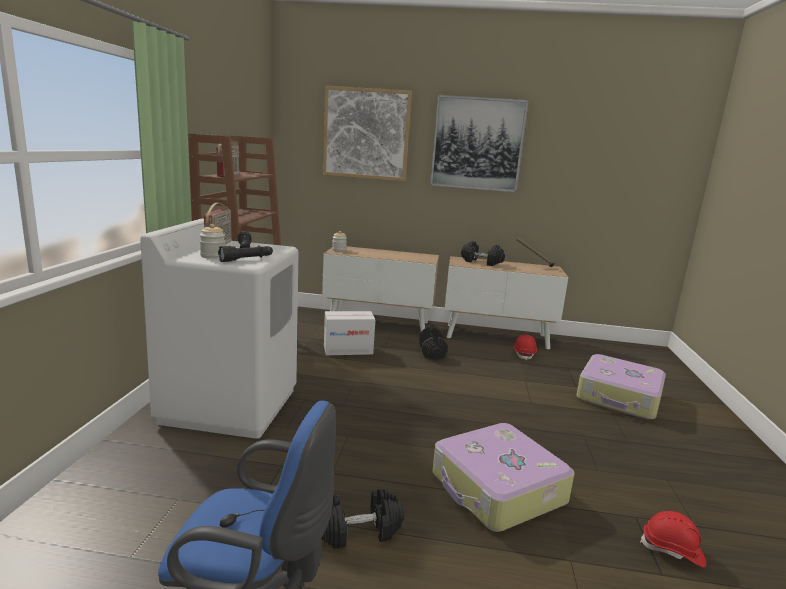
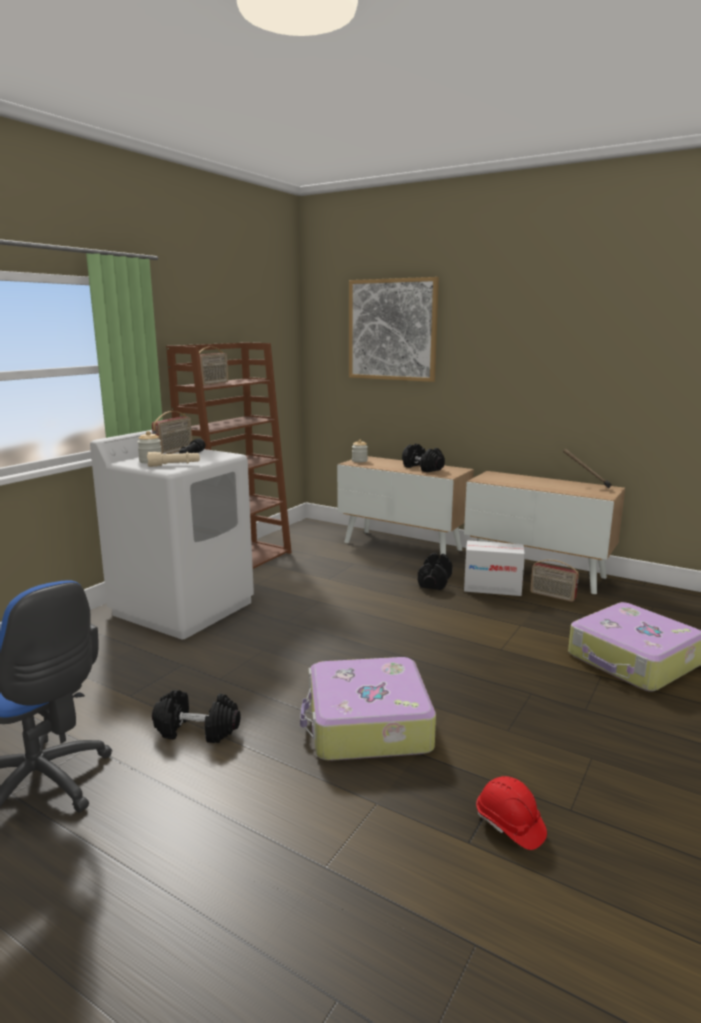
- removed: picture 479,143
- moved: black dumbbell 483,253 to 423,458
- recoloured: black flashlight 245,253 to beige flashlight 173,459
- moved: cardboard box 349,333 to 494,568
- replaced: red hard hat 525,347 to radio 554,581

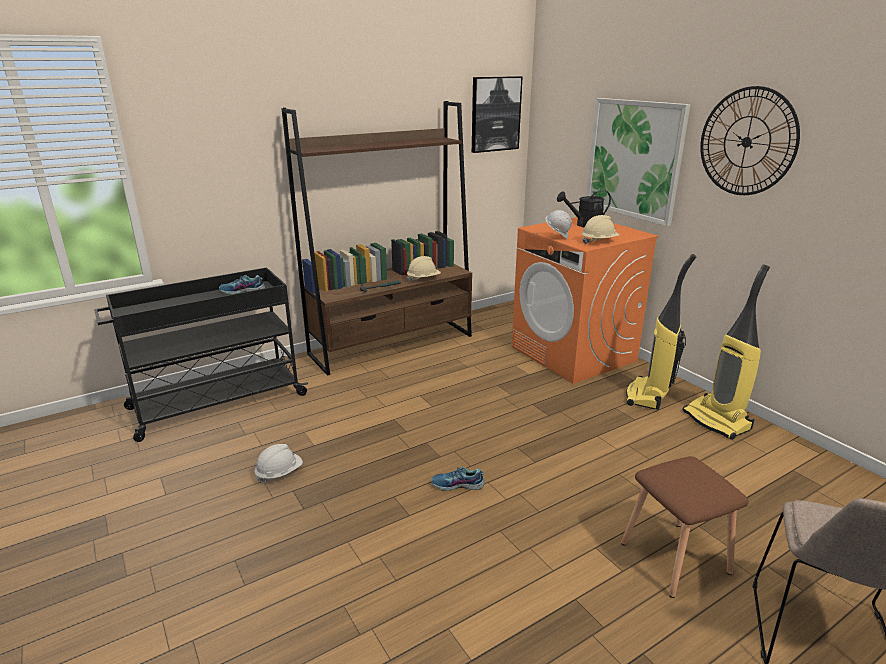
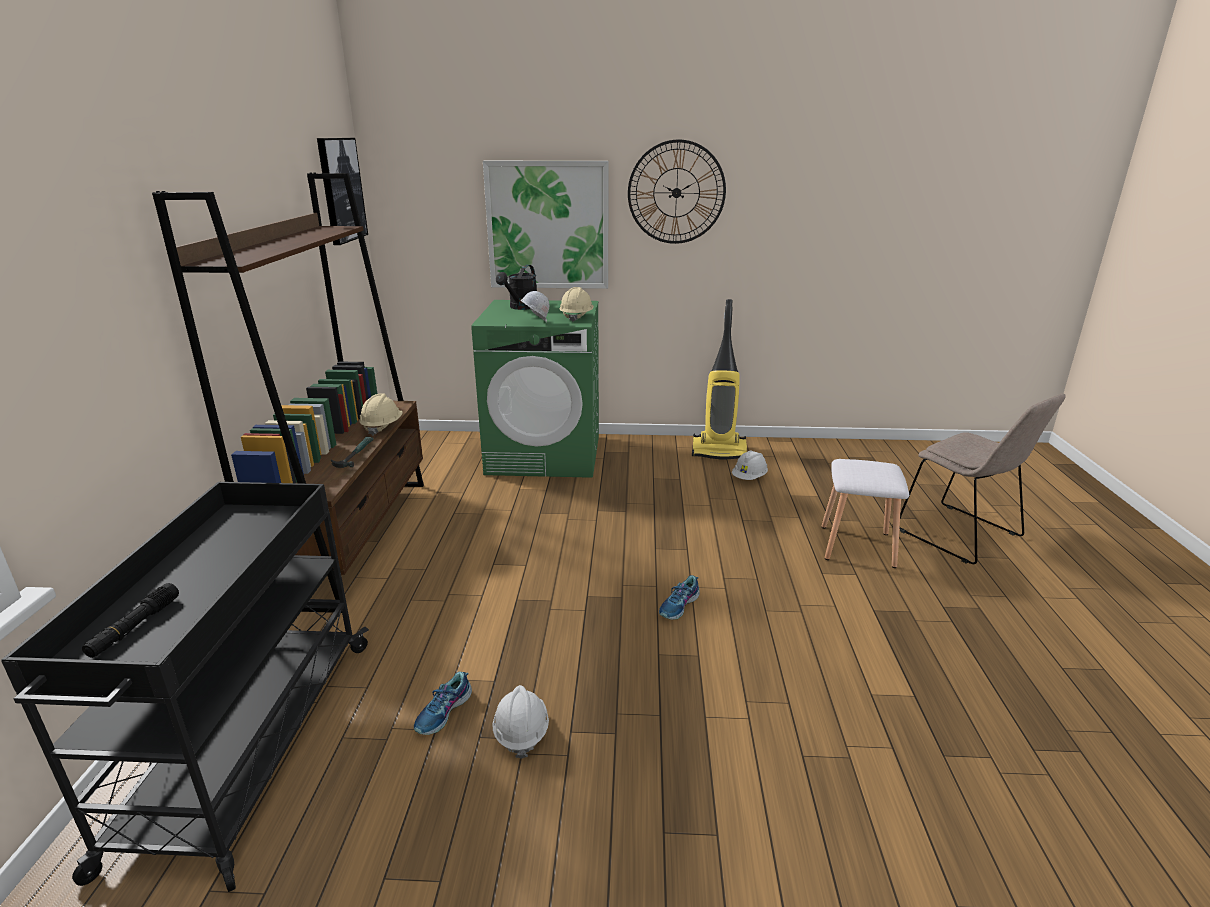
- recoloured: orange washing machine 585,300 to green washing machine 535,389
- removed: vacuum cleaner 661,332
- moved: shoe 242,285 to 443,703
- recoloured: brown stool 685,527 to white stool 865,513
- added: white hard hat 750,465
- added: black flashlight 130,620

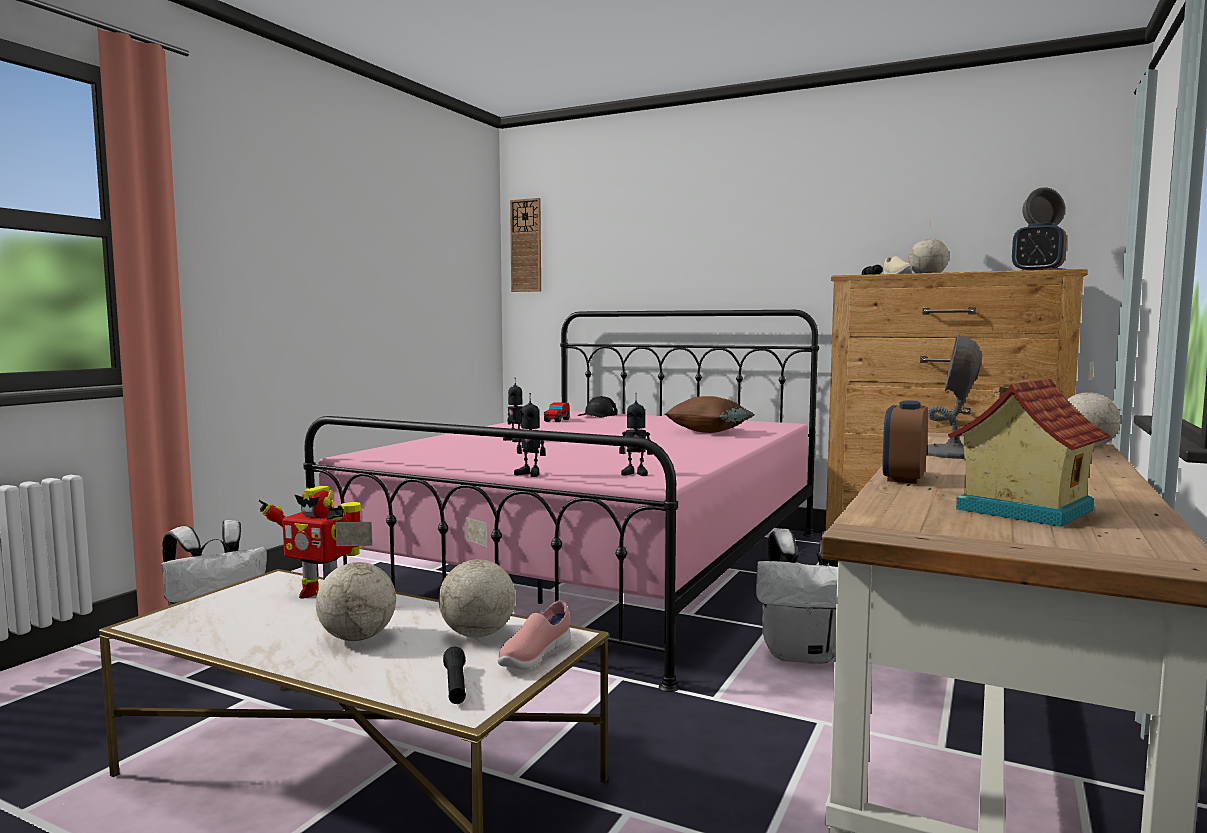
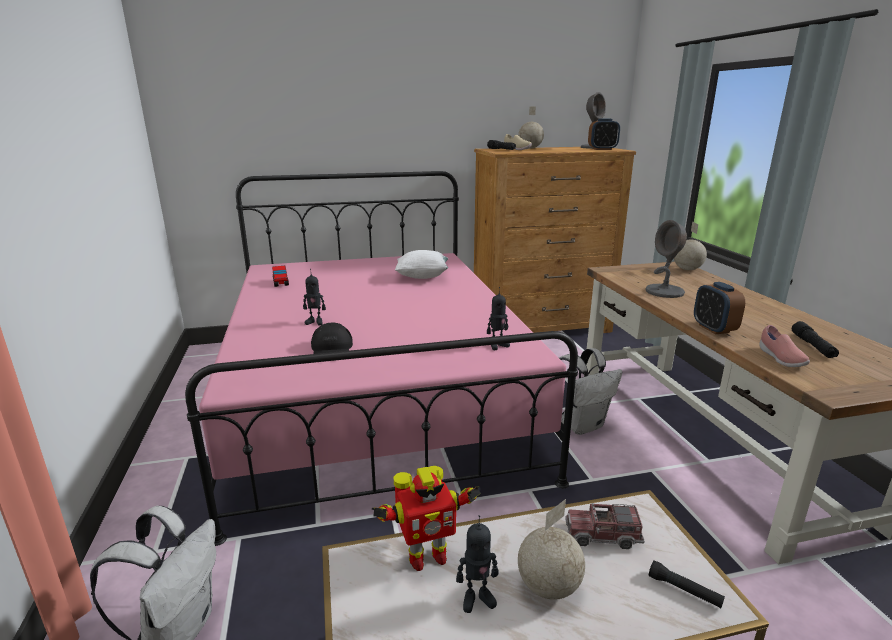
- removed: wall clock 525,245
- replaced: toy house 1029,453 to black flashlight 815,339
- moved: toy robot 530,435 to 477,564
- moved: black cap 597,407 to 332,338
- recoloured: brown pillow 709,414 to white pillow 421,264
- replaced: globe 477,577 to toy truck 605,526
- moved: pink shoe 534,634 to 784,346

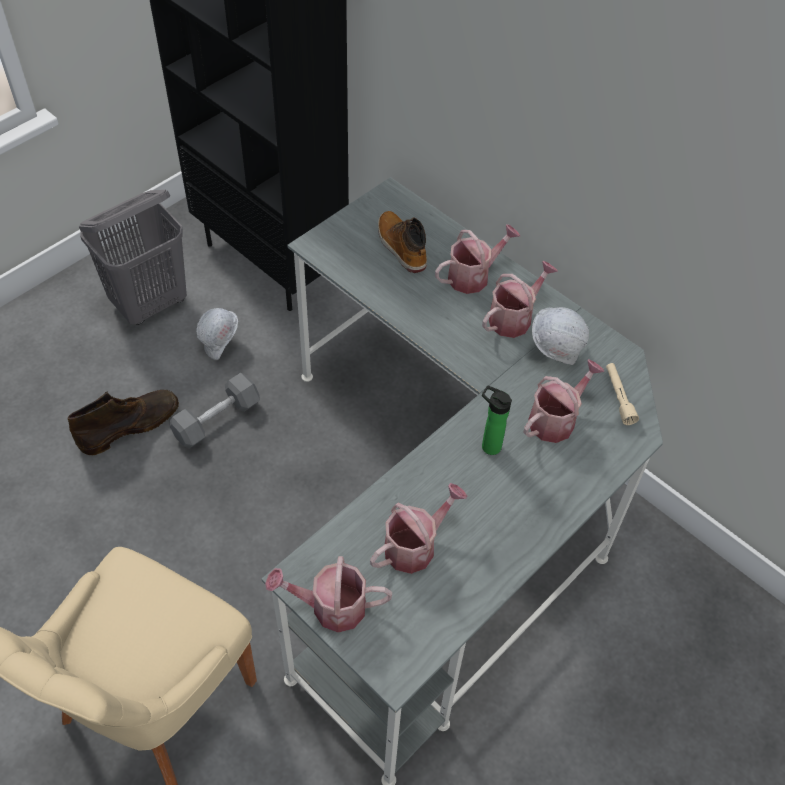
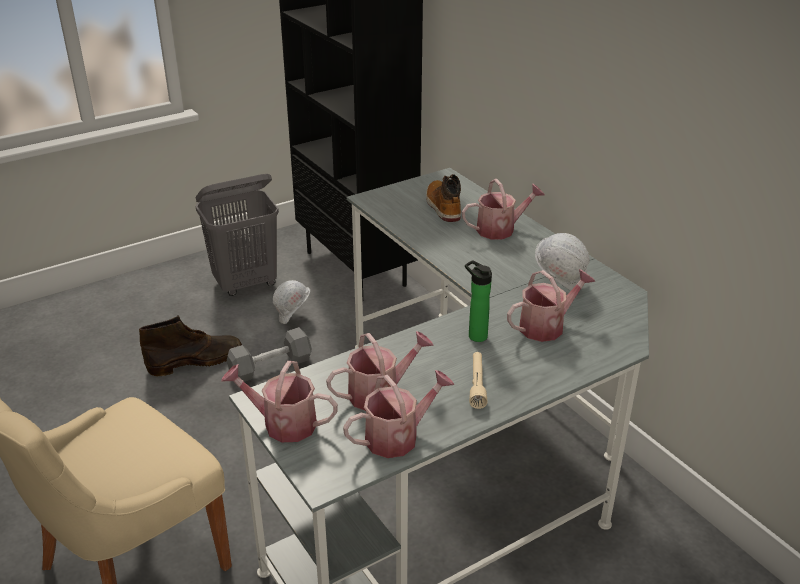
- moved: watering can 520,299 to 399,414
- moved: beige flashlight 622,394 to 478,380

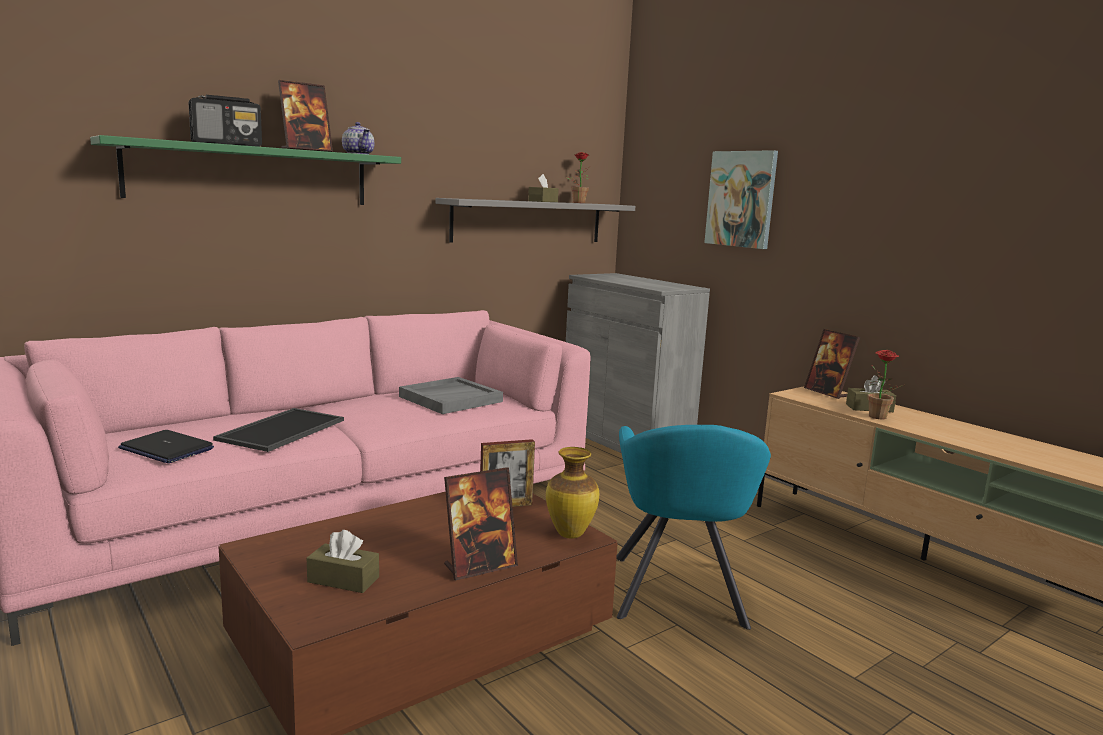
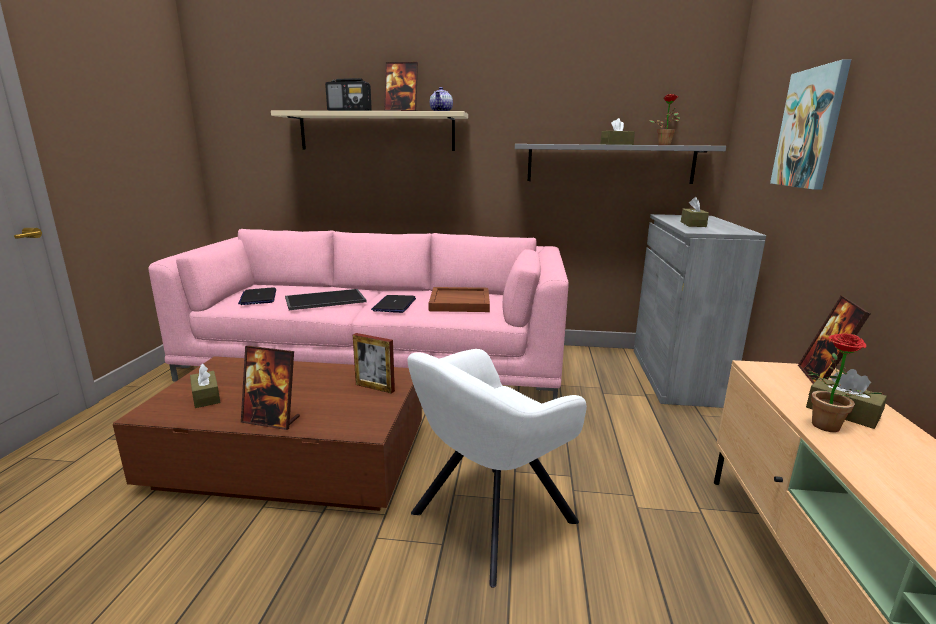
- recoloured: green shelf 245,170 to beige shelf 369,131
- recoloured: grey tray 451,395 to brown tray 459,299
- recoloured: turquoise armchair 693,527 to white armchair 497,468
- removed: vase 572,493
- added: brown tissue box 695,212
- added: laptop 393,304

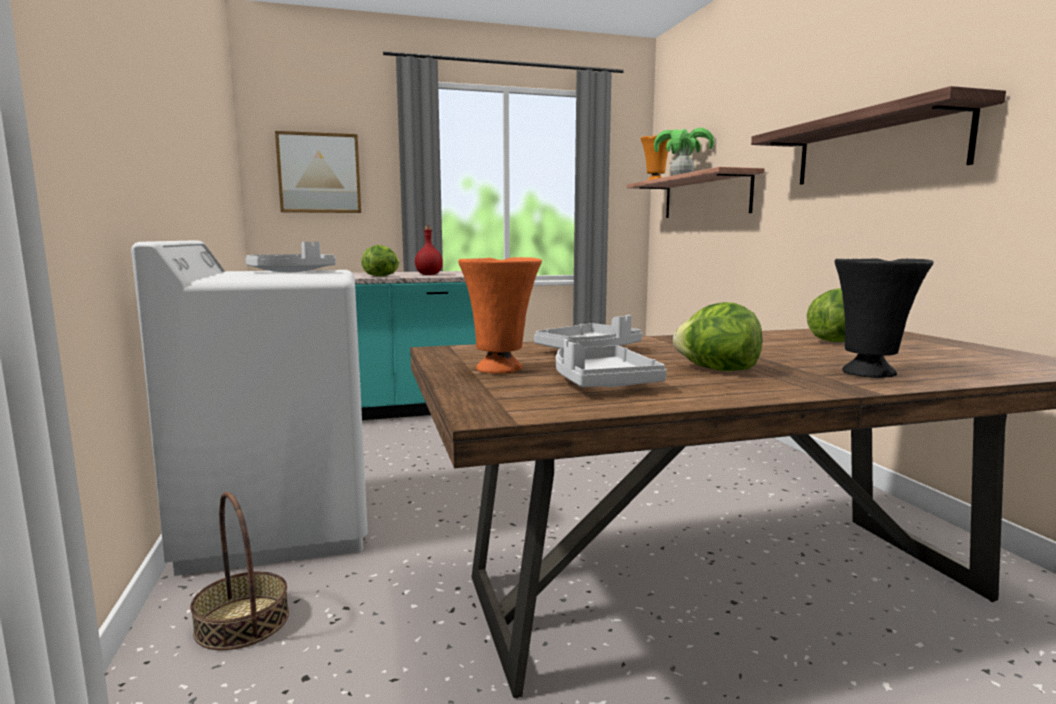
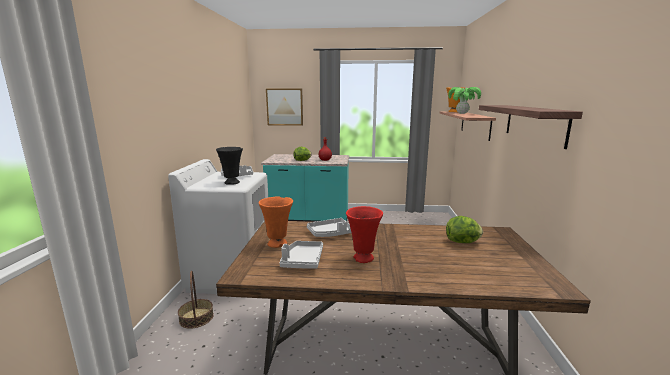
- moved: black vase 884,318 to 229,166
- replaced: lettuce 717,336 to red vase 364,234

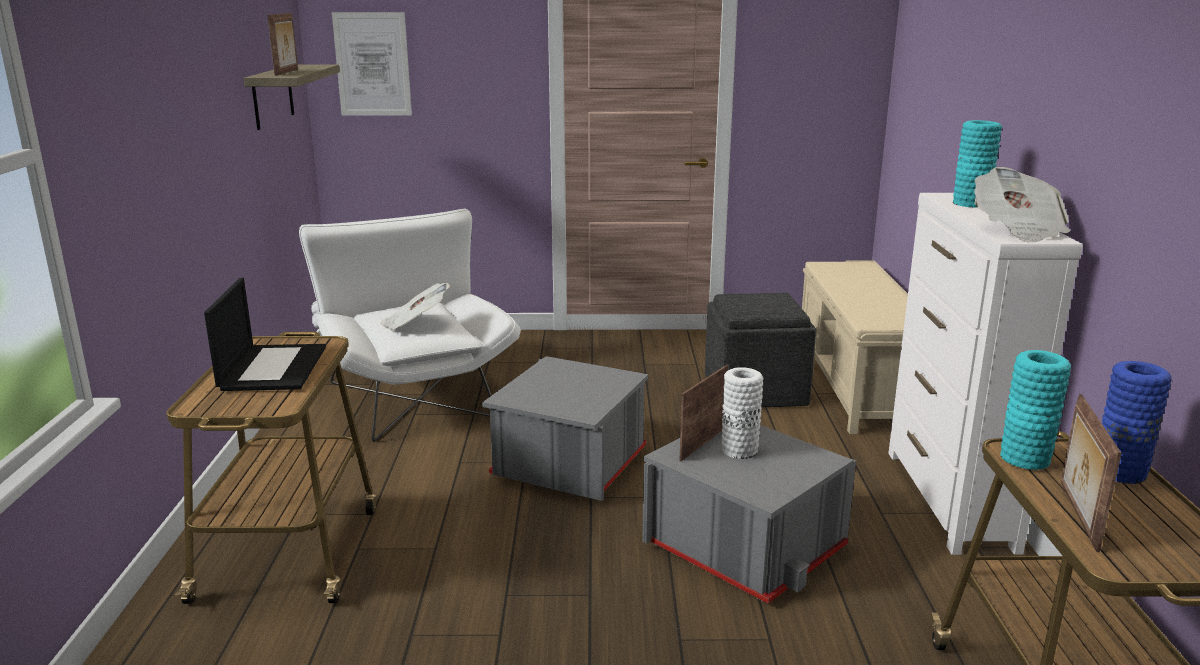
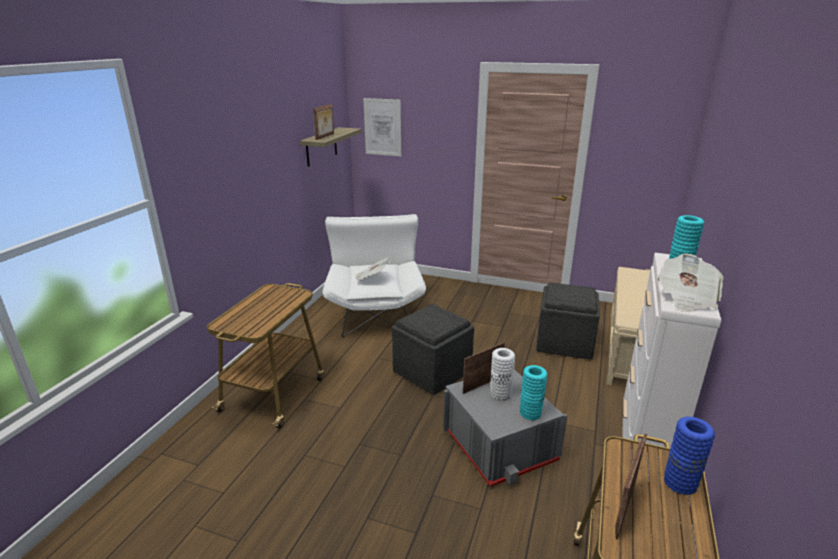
- removed: laptop 265,334
- moved: turquoise vase 1035,410 to 533,392
- replaced: grey storage box 565,428 to grey ottoman 433,349

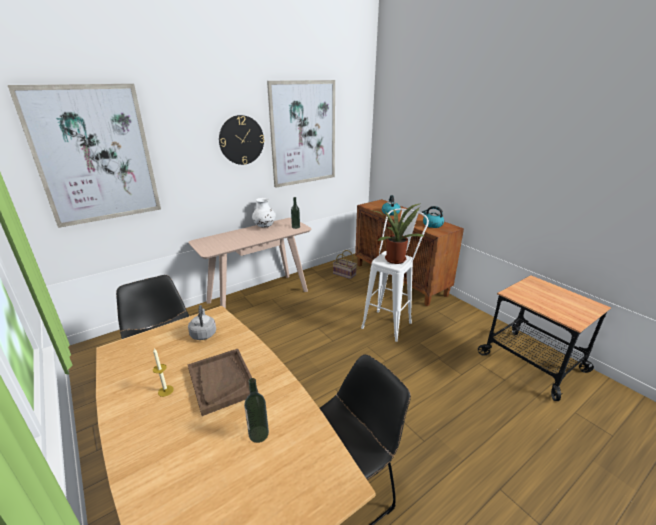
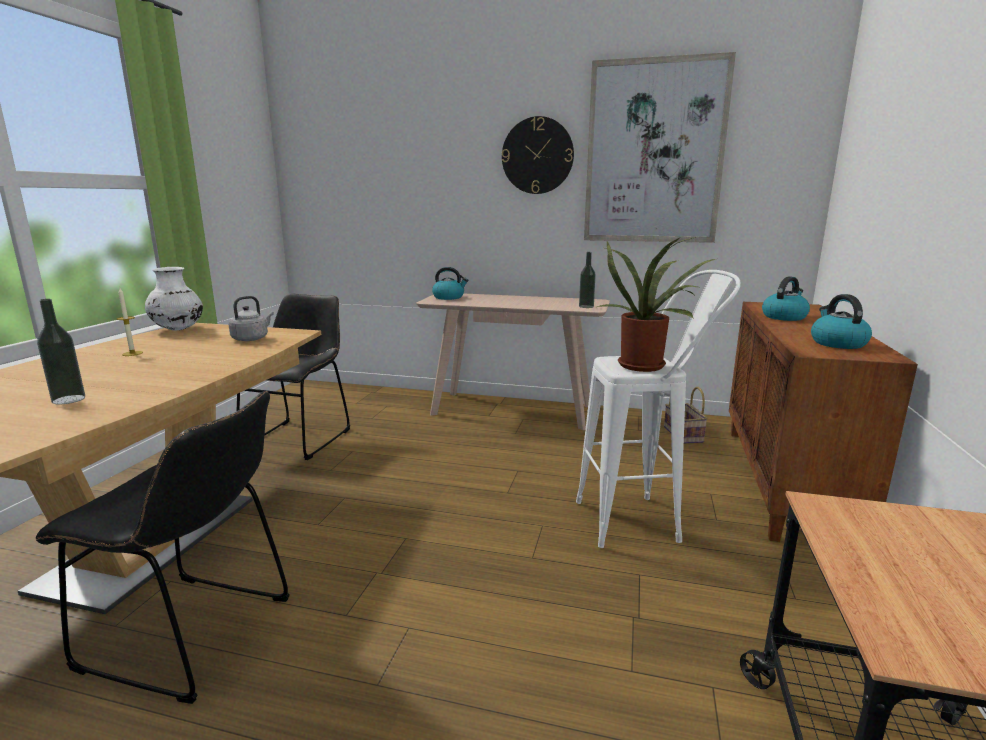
- removed: picture 84,156
- moved: white vase 264,213 to 174,298
- removed: brown tray 222,382
- added: kettle 450,283

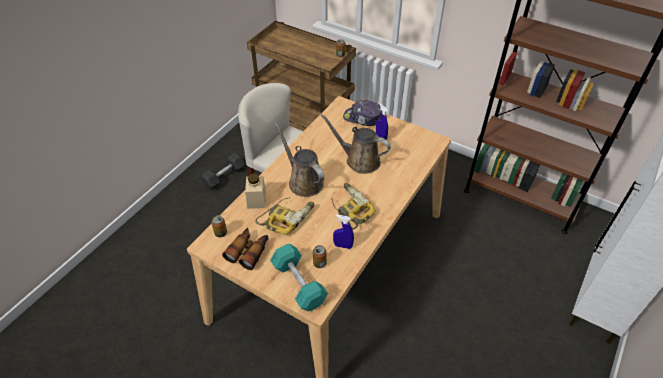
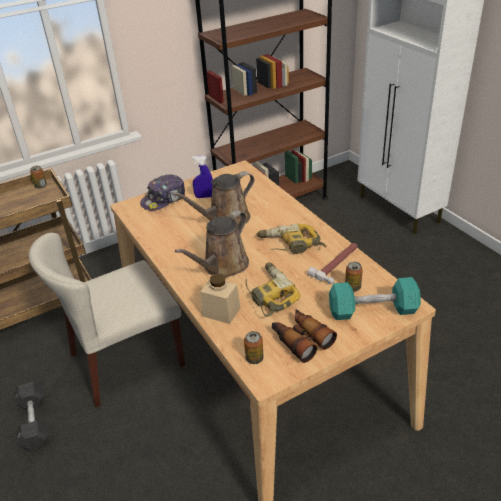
- turned: brown watering can 299,160 = 212,244 45 degrees counterclockwise
- replaced: blue spray bottle 343,232 to hammer 332,263

